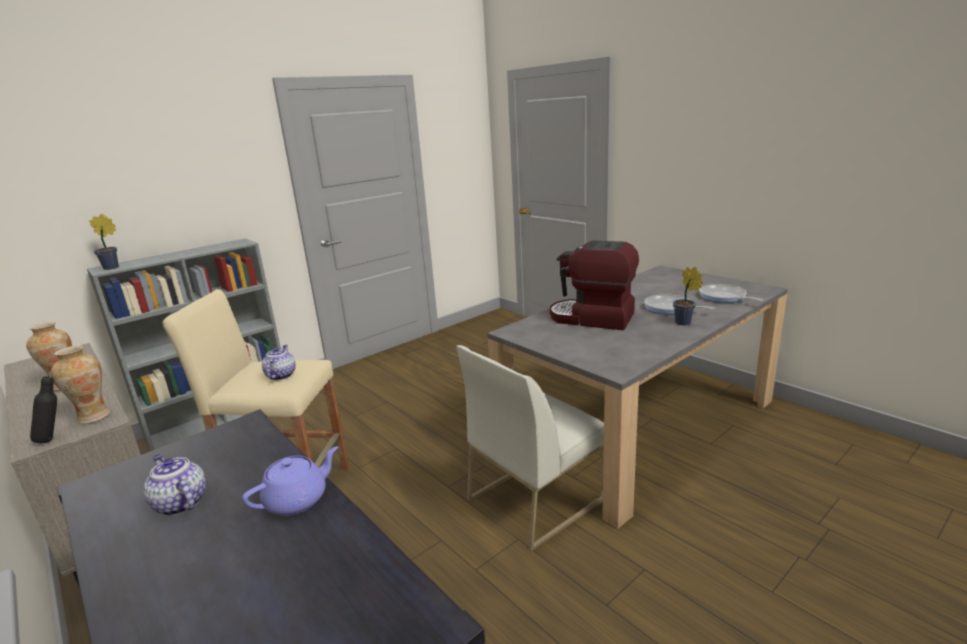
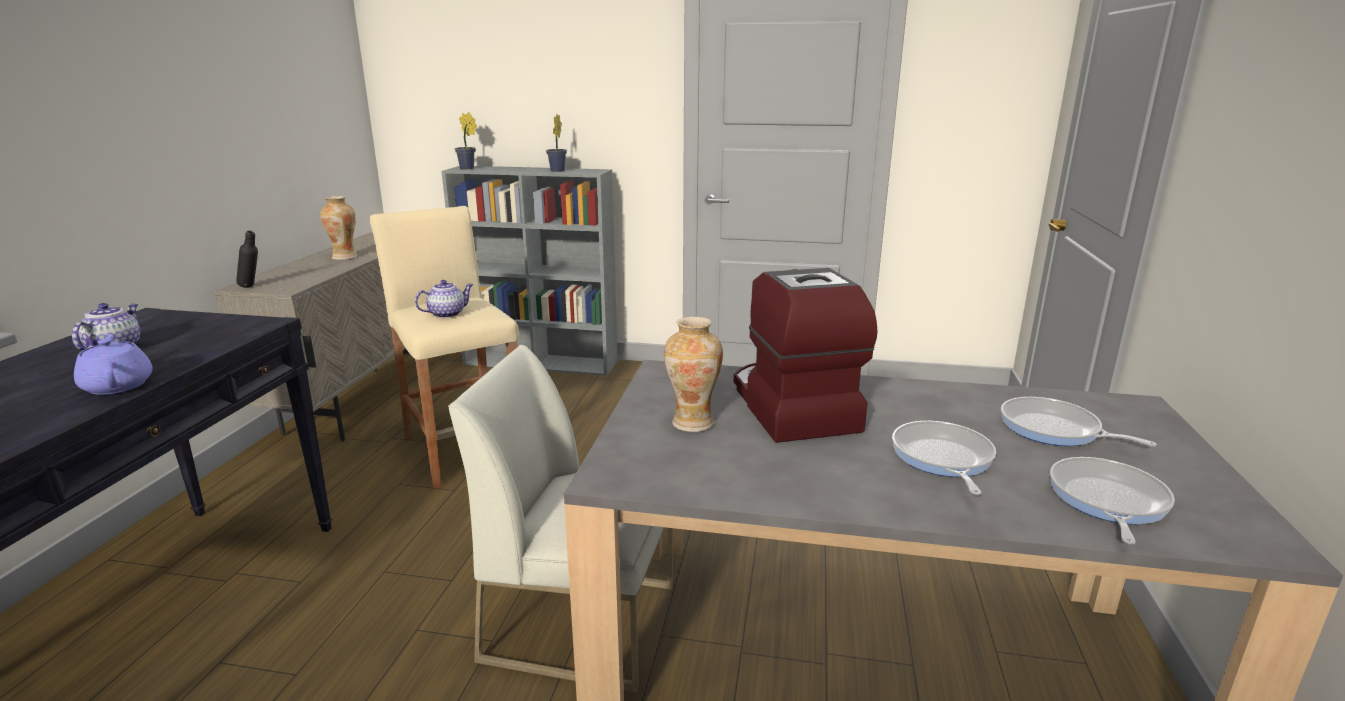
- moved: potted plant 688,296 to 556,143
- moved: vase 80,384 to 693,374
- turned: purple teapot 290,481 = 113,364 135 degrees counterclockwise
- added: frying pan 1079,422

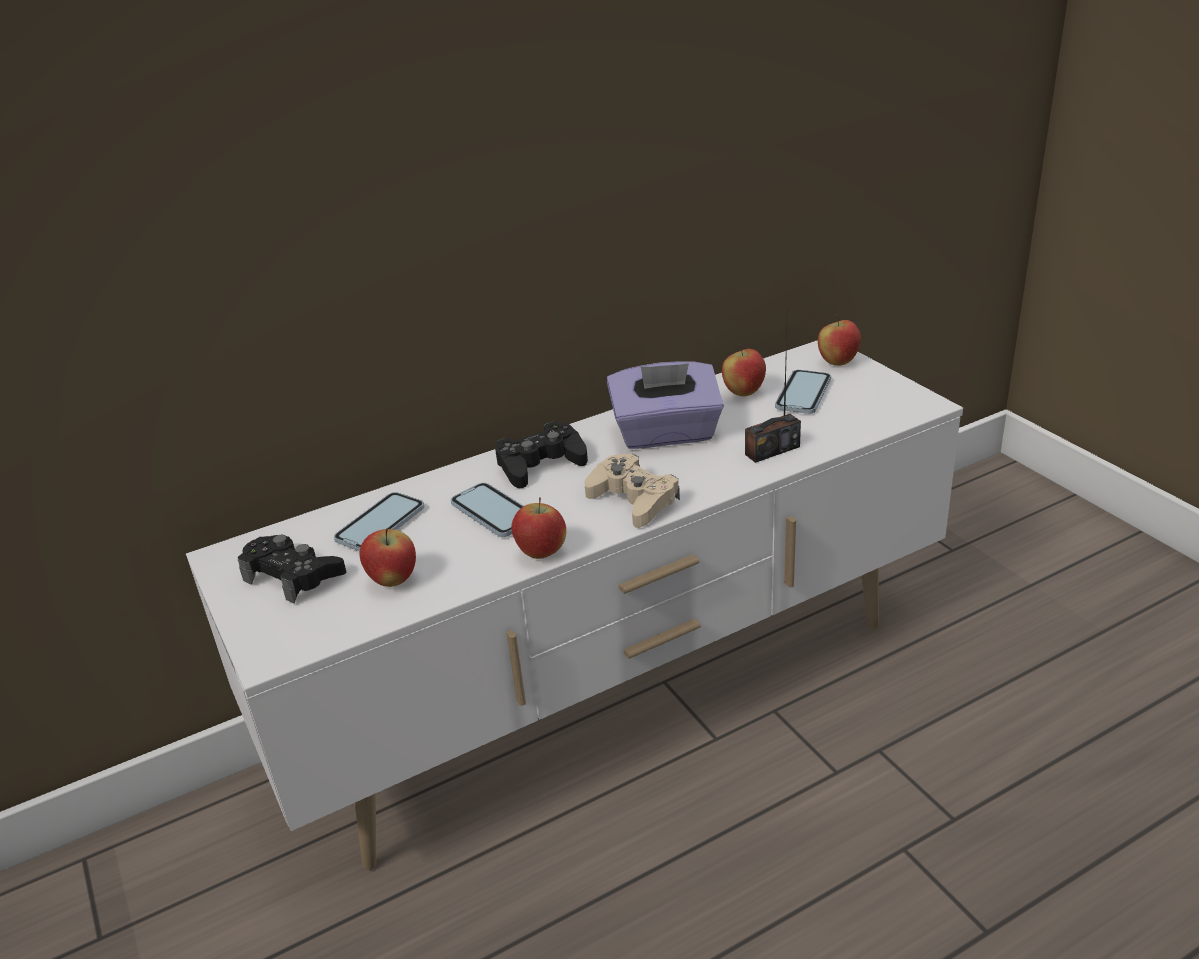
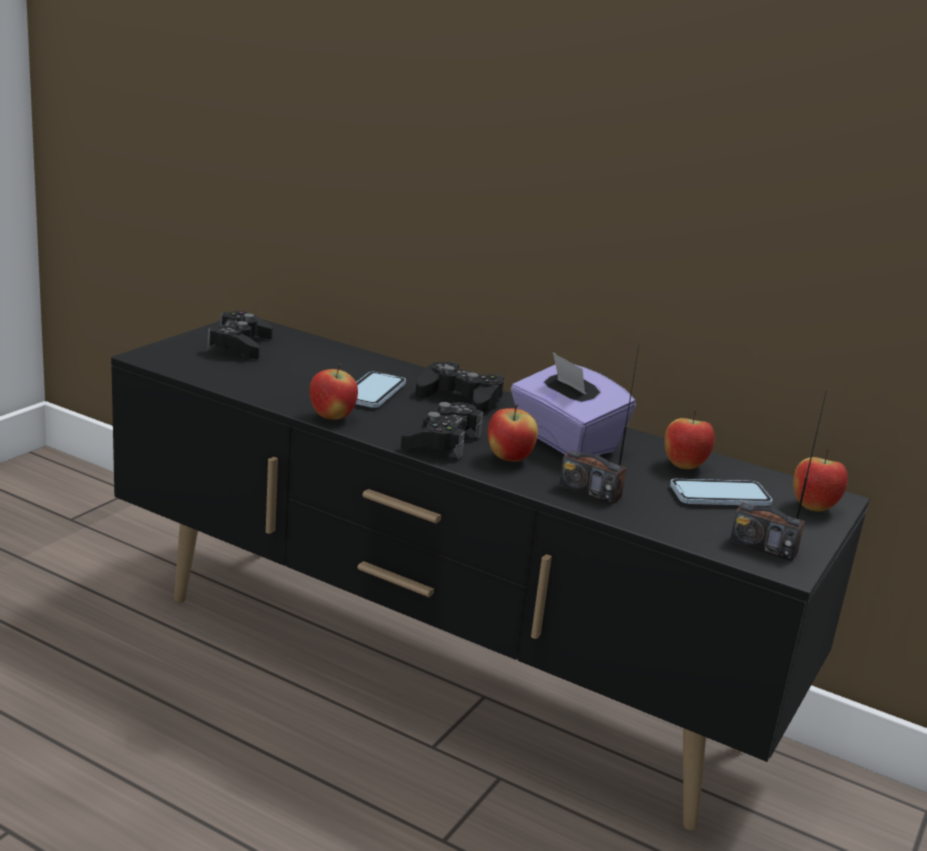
- recoloured: white tv stand 574,605 to black tv stand 490,575
- recoloured: beige game controller 632,491 to black game controller 442,430
- removed: phone 379,521
- moved: apple 388,557 to 513,433
- added: radio 778,477

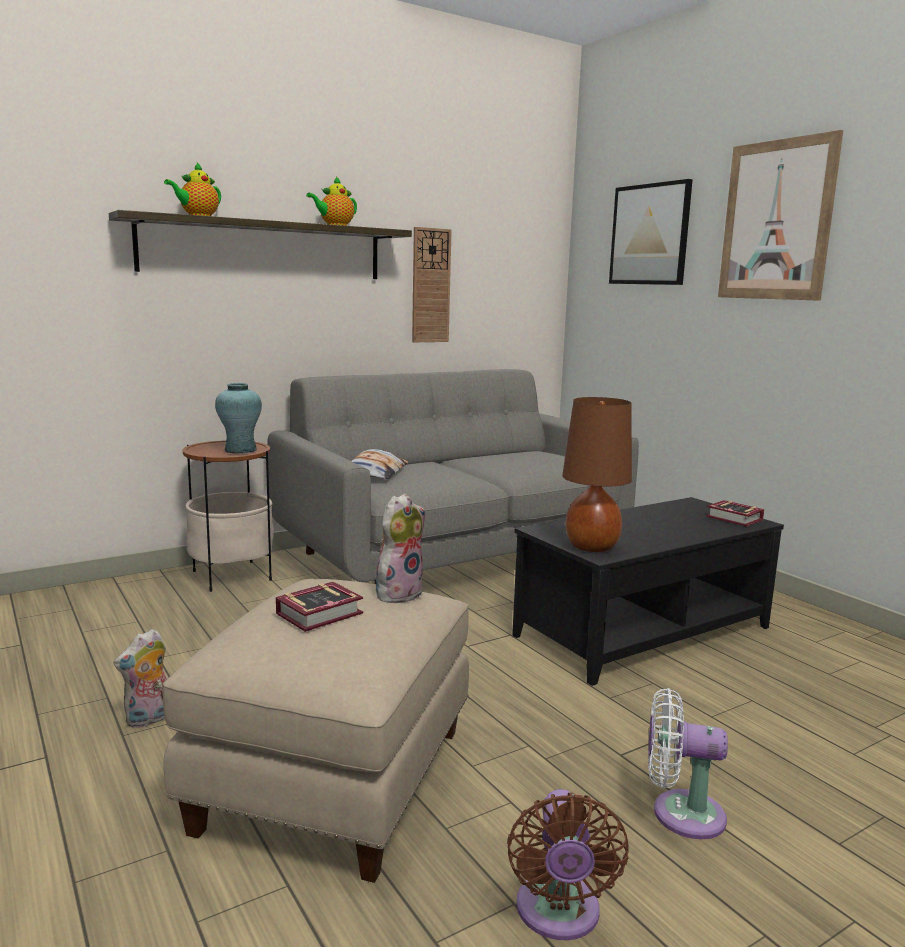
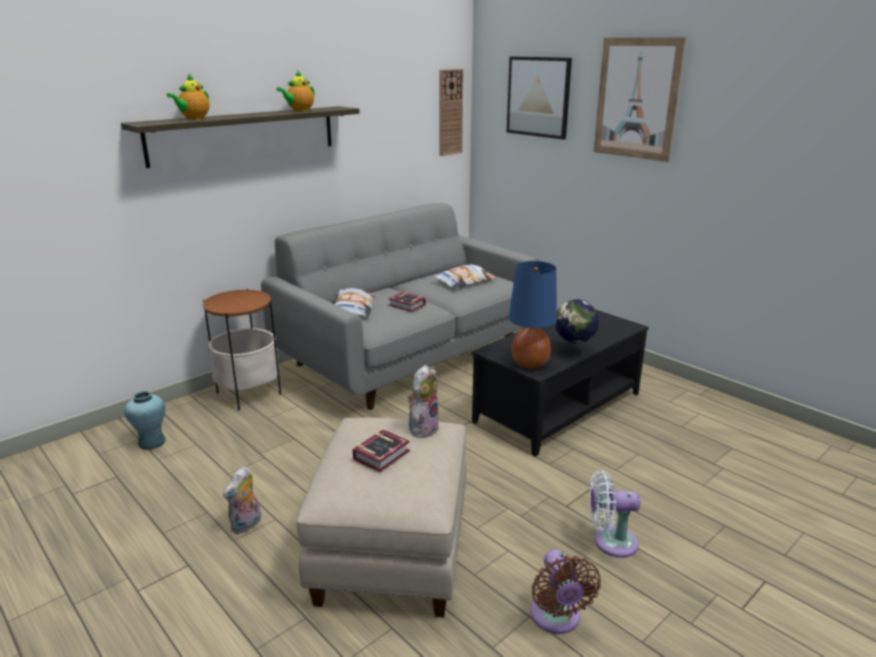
- moved: wall clock 432,284 to 451,112
- moved: turquoise vase 238,418 to 145,420
- recoloured: brown table lamp 597,474 to blue table lamp 533,315
- moved: book 735,513 to 407,302
- added: pillow 464,277
- added: globe 577,327

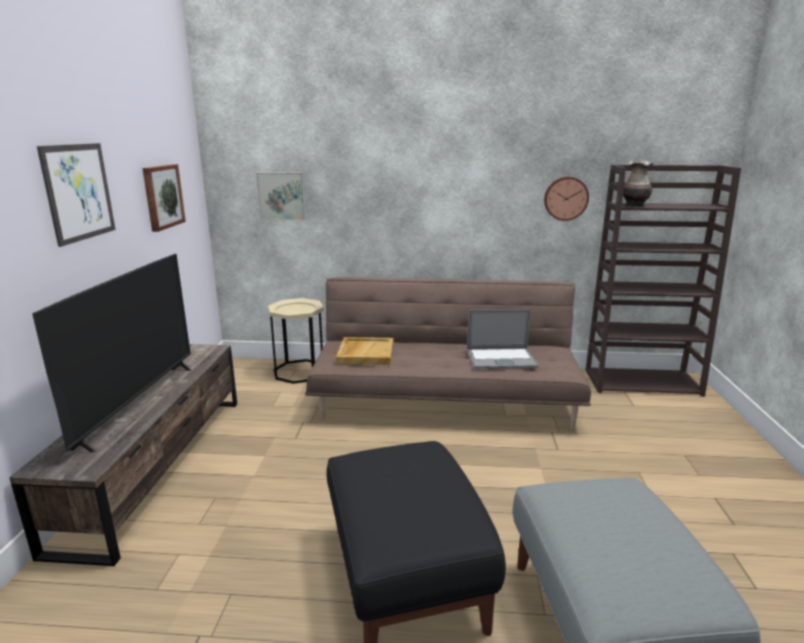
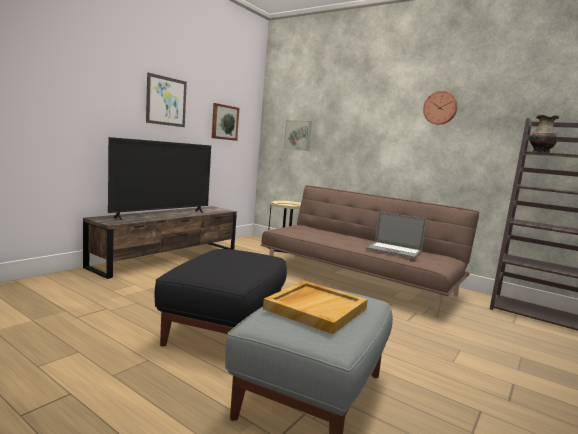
- moved: wall clock 566,199 to 440,108
- moved: beige tray 365,351 to 315,307

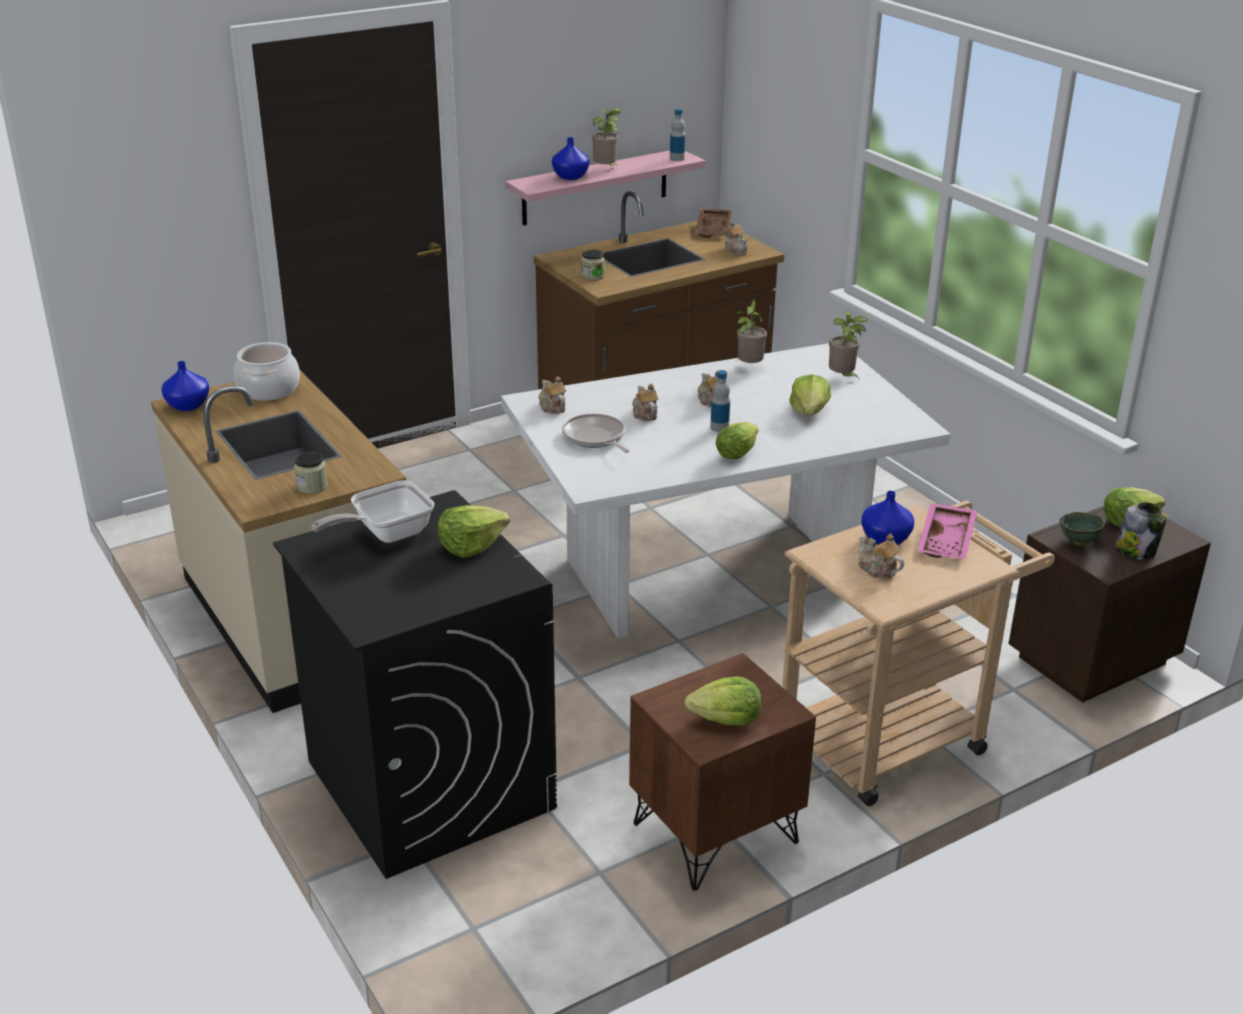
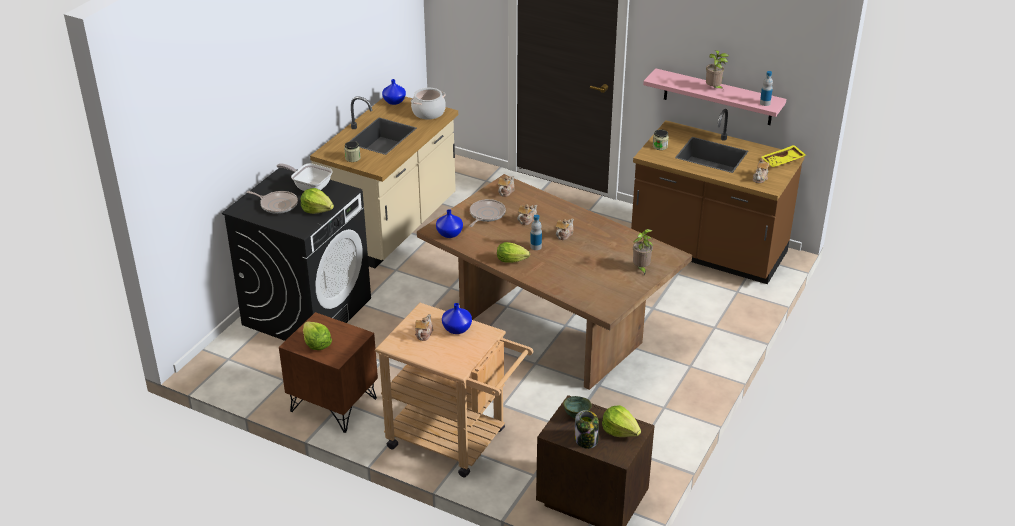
- moved: blue vase 570,158 to 449,223
- recoloured: brown tray 713,223 to yellow tray 784,156
- removed: potted plant 751,331
- recoloured: white dining table 726,490 to brown dining table 554,282
- removed: lettuce 810,394
- removed: pink tray 947,531
- added: frying pan 272,202

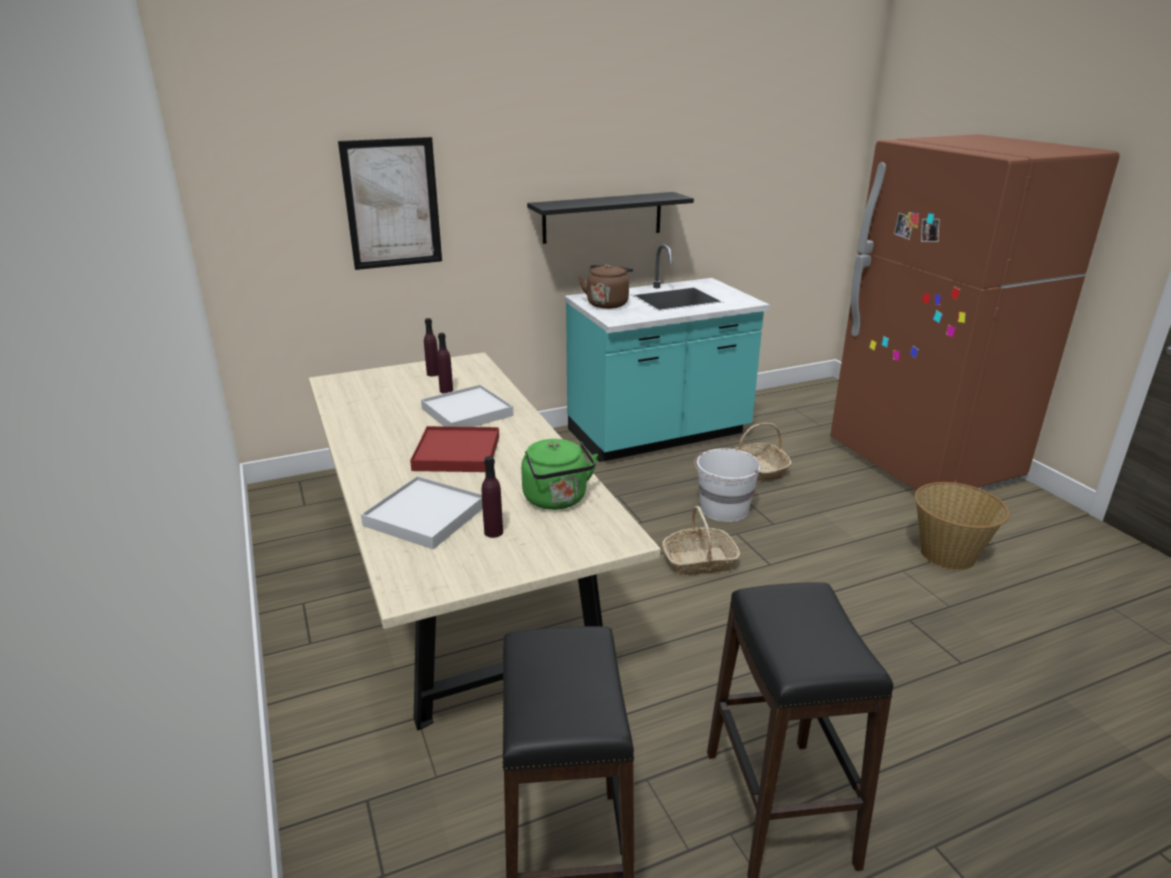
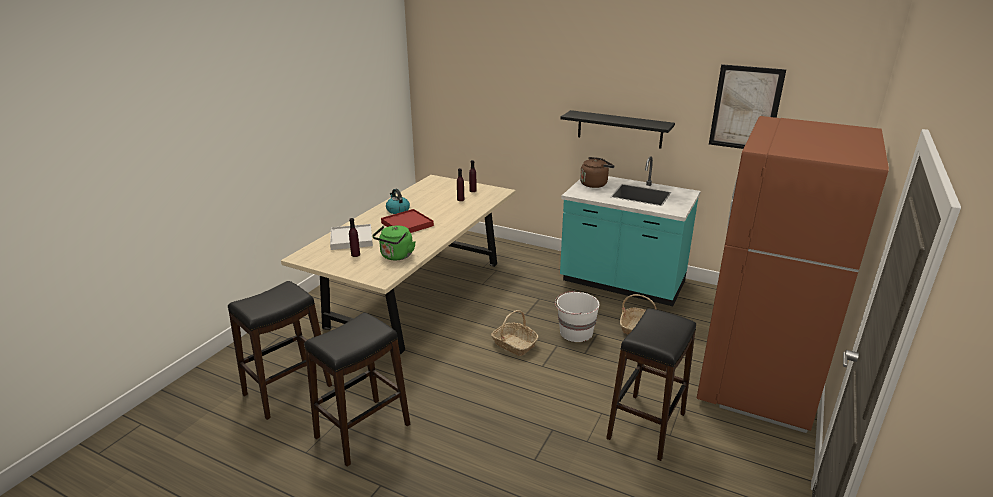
- moved: picture 390,203 to 747,106
- removed: white tray 467,405
- replaced: basket 962,526 to black stool 651,384
- added: kettle 398,201

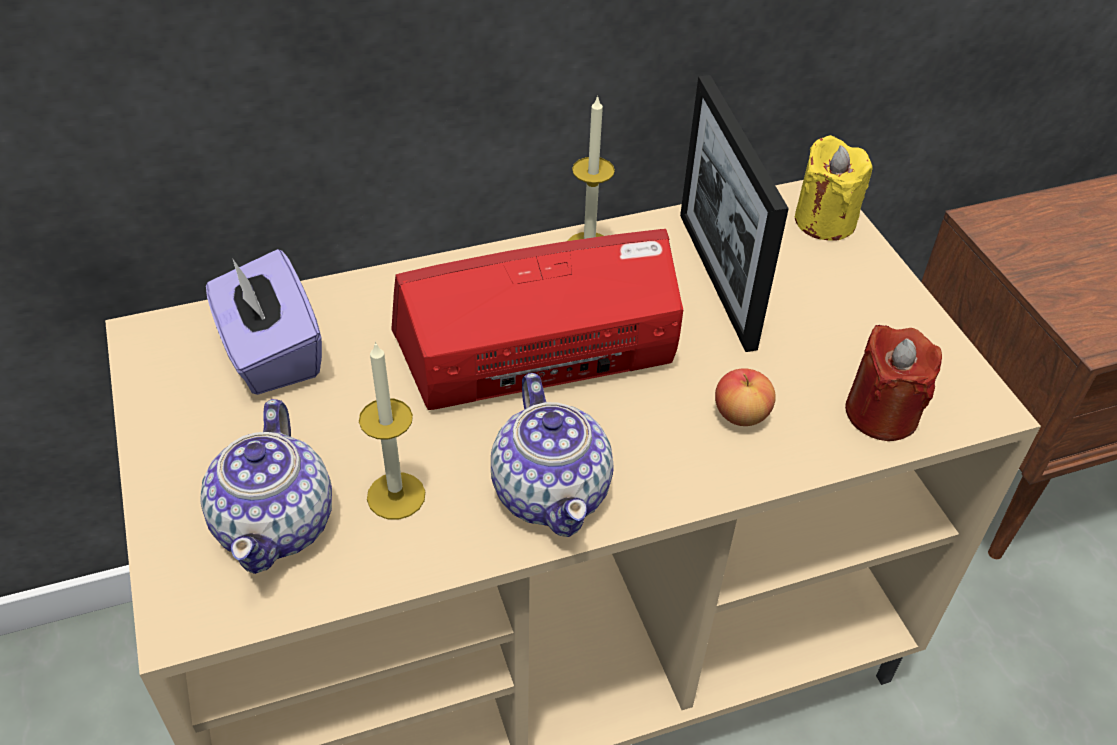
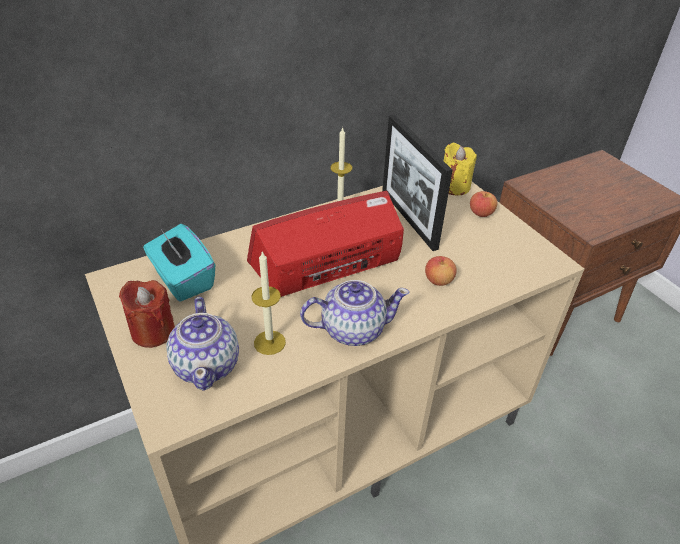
- recoloured: purple tissue box 264,322 to turquoise tissue box 179,263
- moved: red candle 893,383 to 147,314
- turned: teapot 552,455 = 354,313 75 degrees counterclockwise
- added: apple 484,204

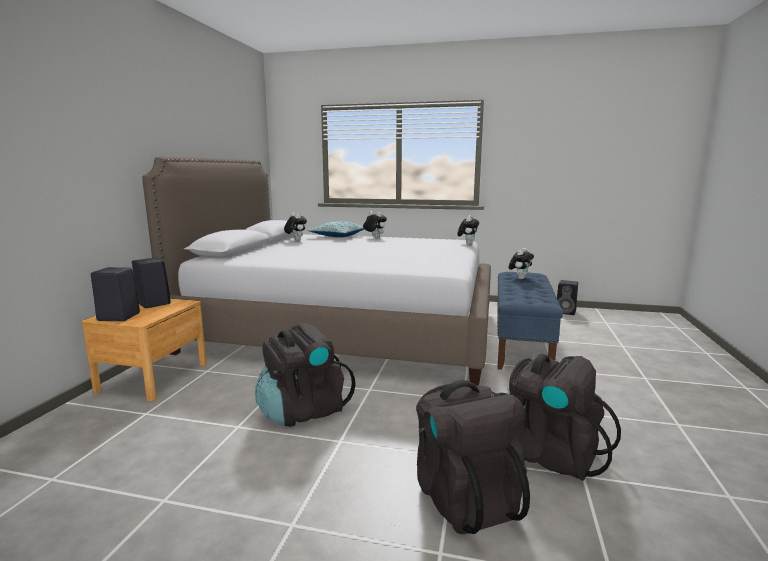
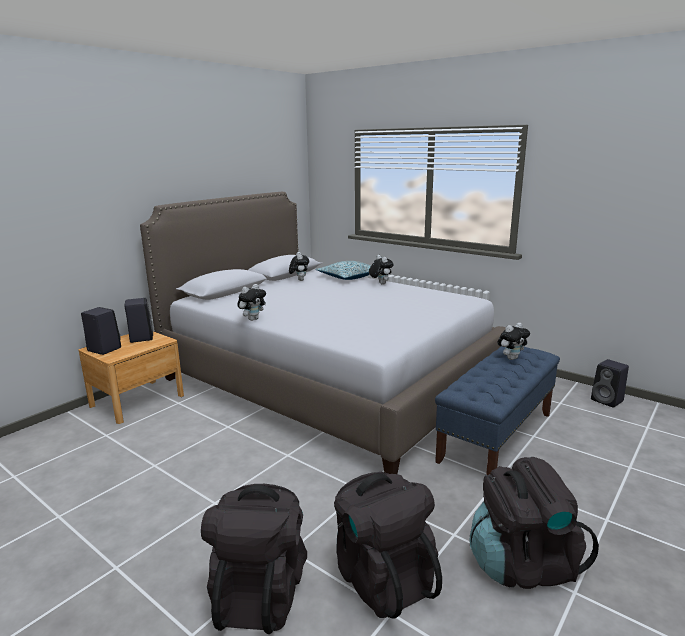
- moved: plush toy 468,230 to 251,302
- moved: black backpack 305,375 to 534,523

